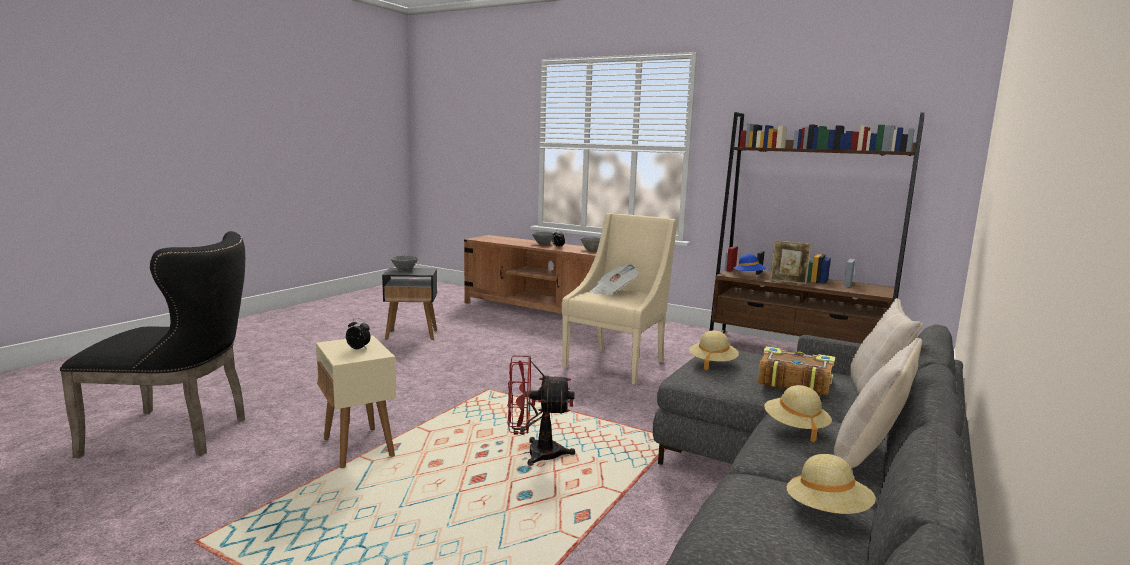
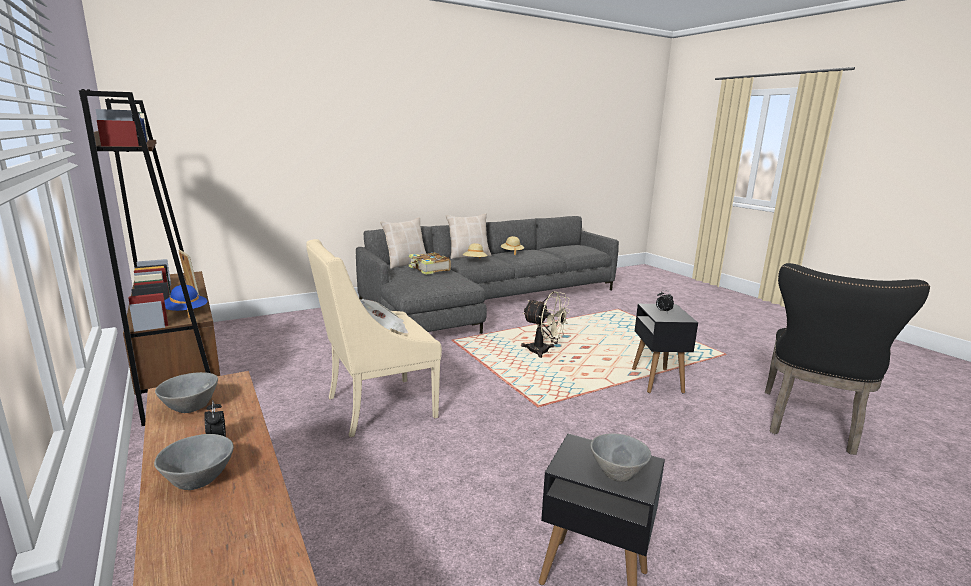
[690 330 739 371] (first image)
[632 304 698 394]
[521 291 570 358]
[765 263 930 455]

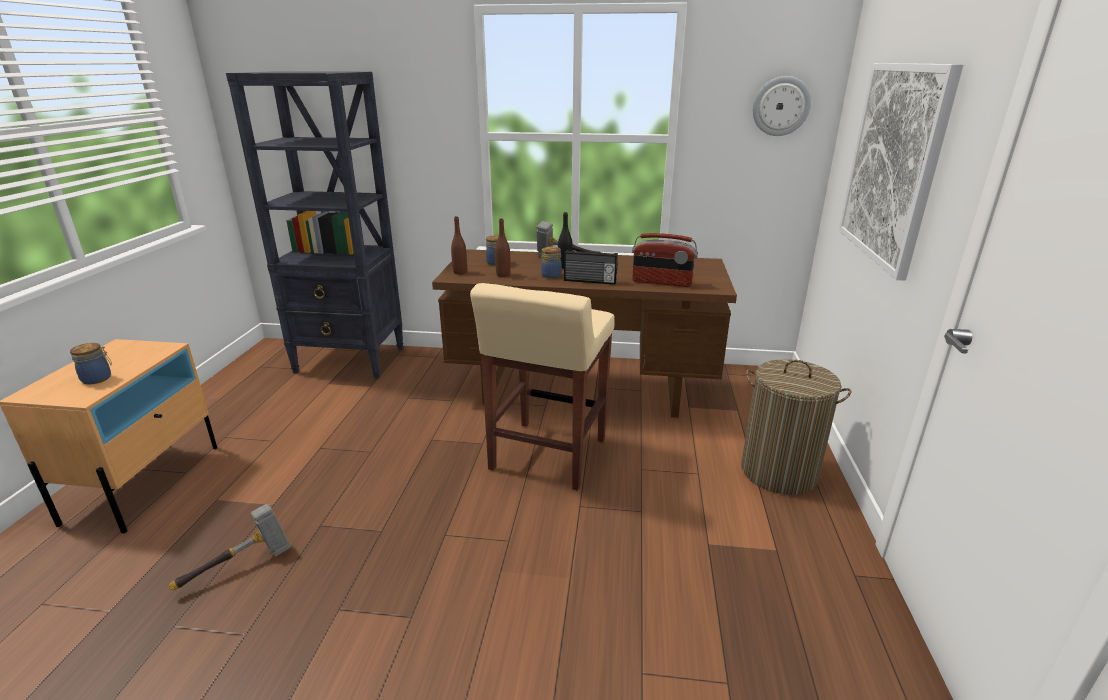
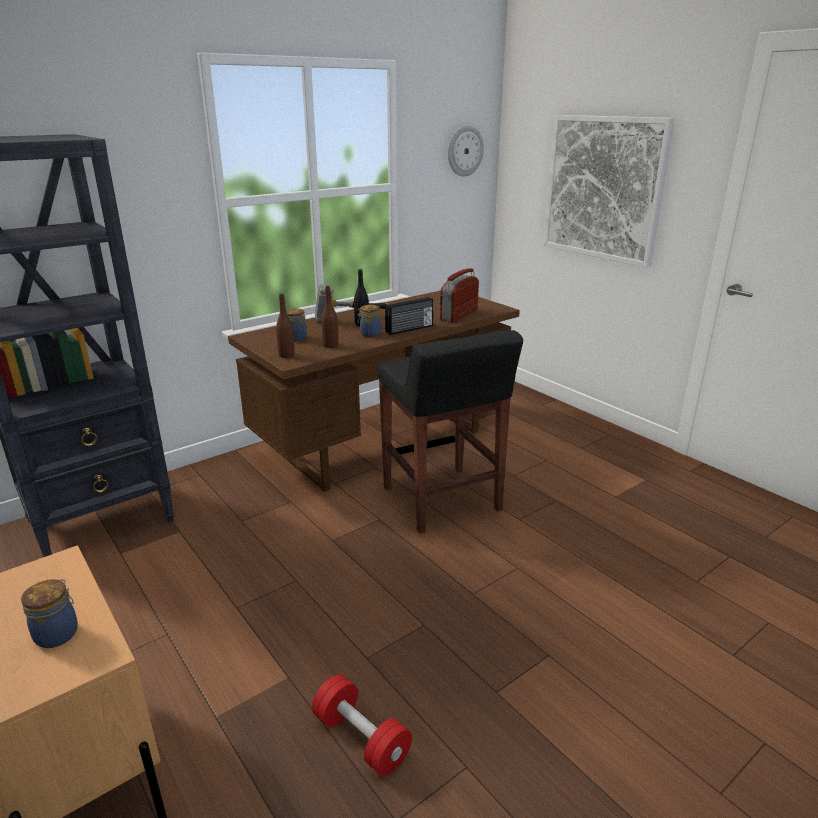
[741 359 851 495] (first image)
[312 674 412 776]
[378 330 523 534]
[440 268 479 323]

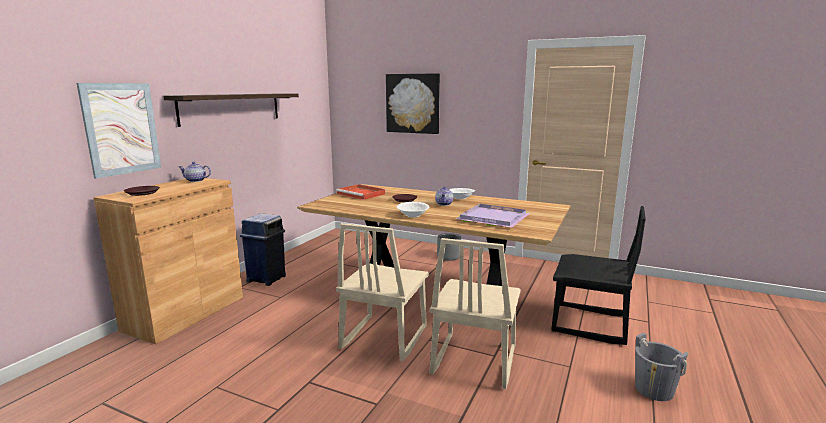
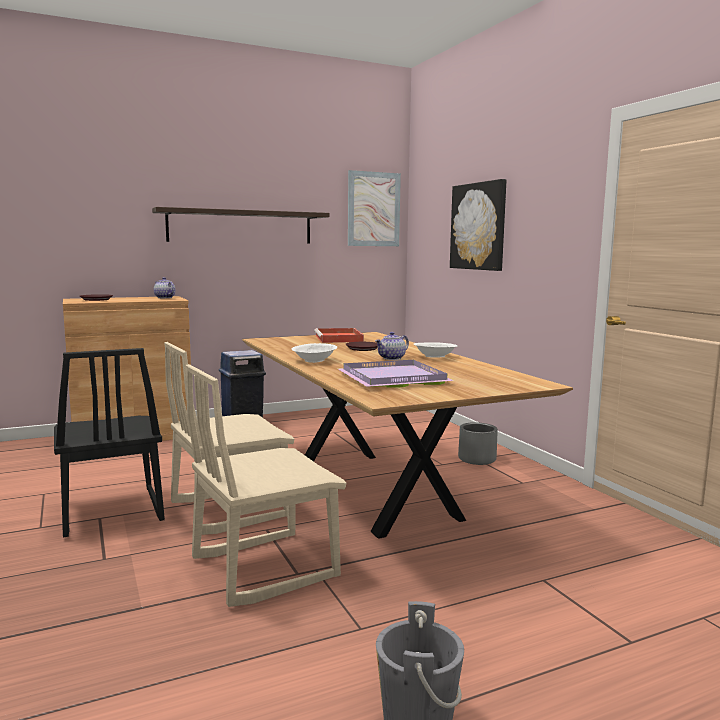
[348 170 401 246]
[54 348 165 538]

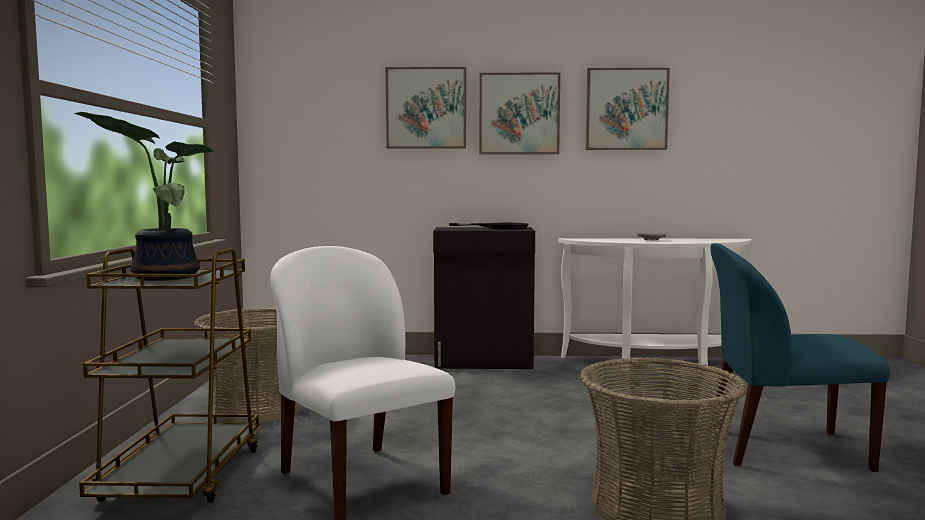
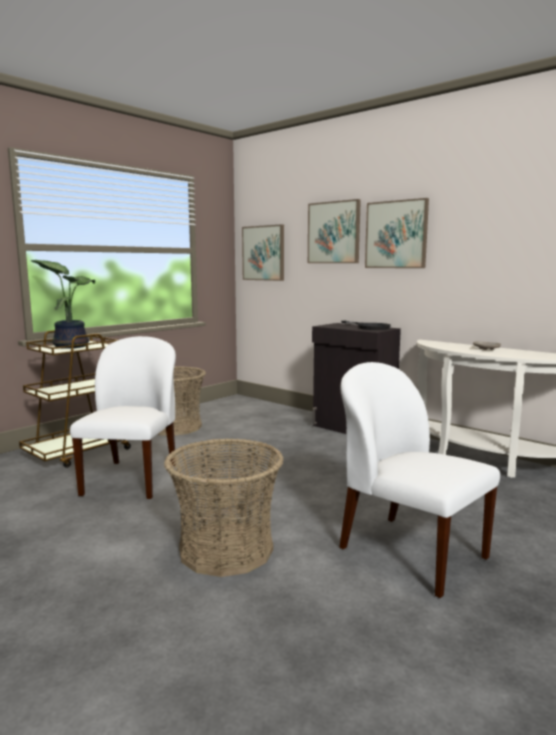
[242 224 284 281]
[339 362 500 598]

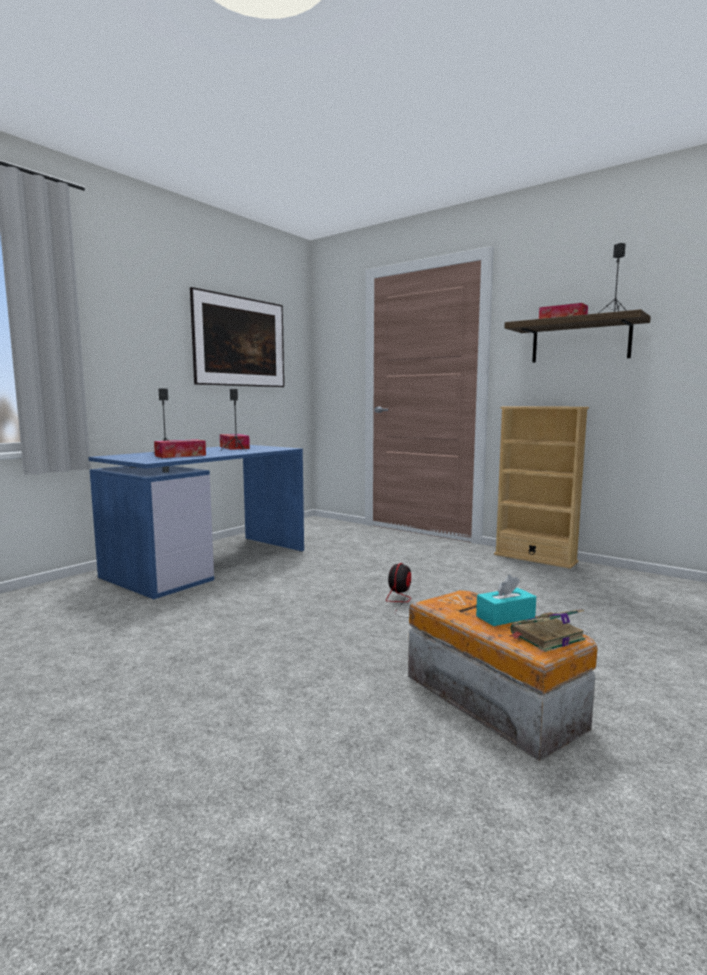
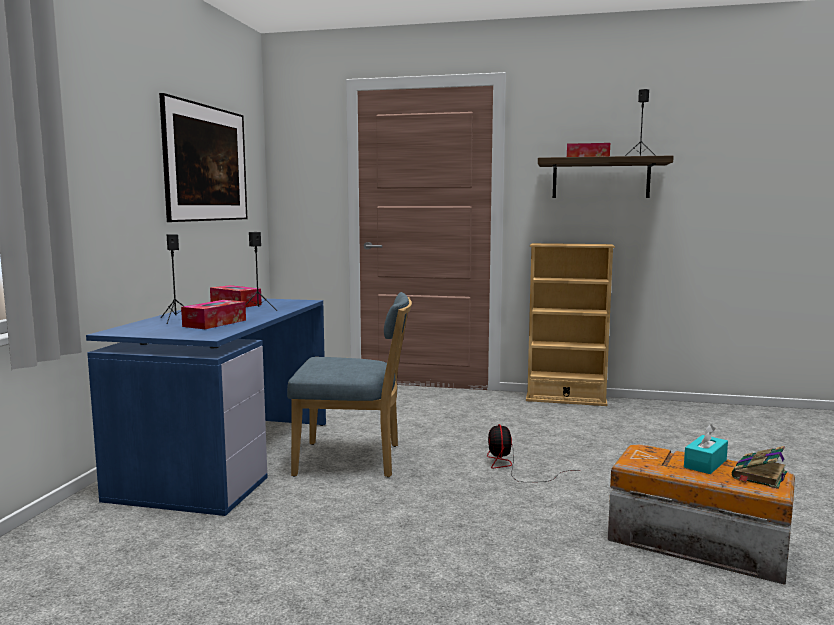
[287 292 412 477]

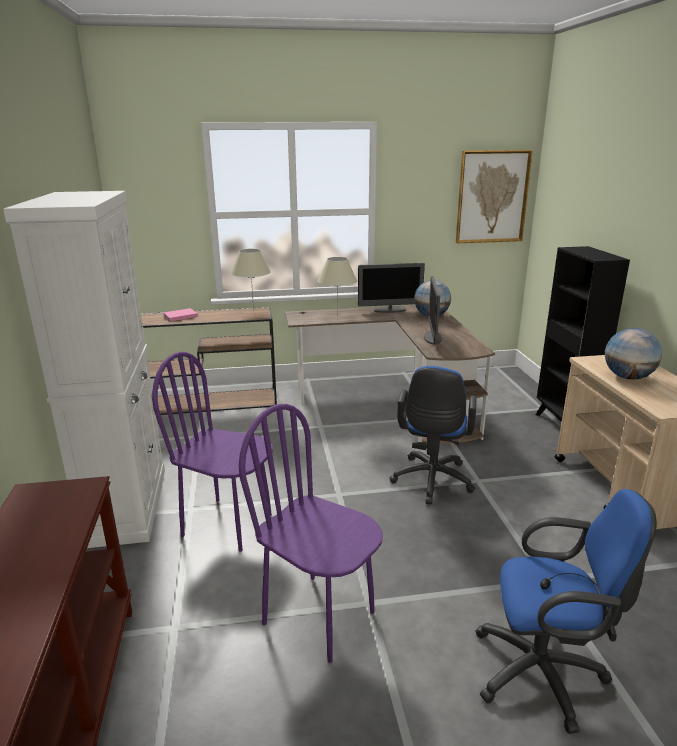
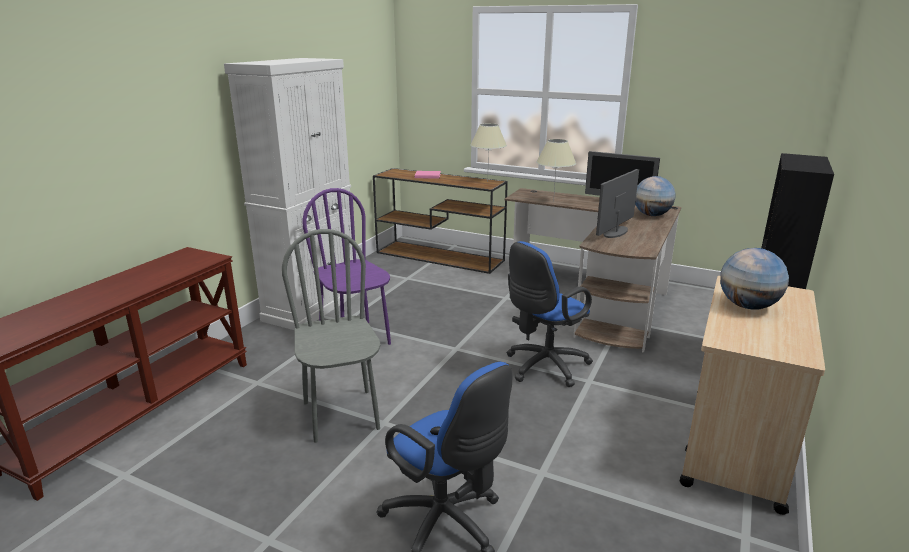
[456 150 533 243] (first image)
[282 229 380 443]

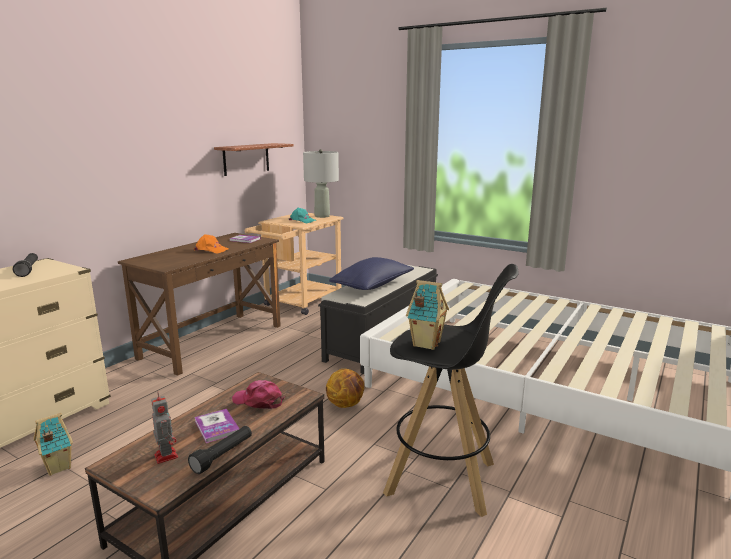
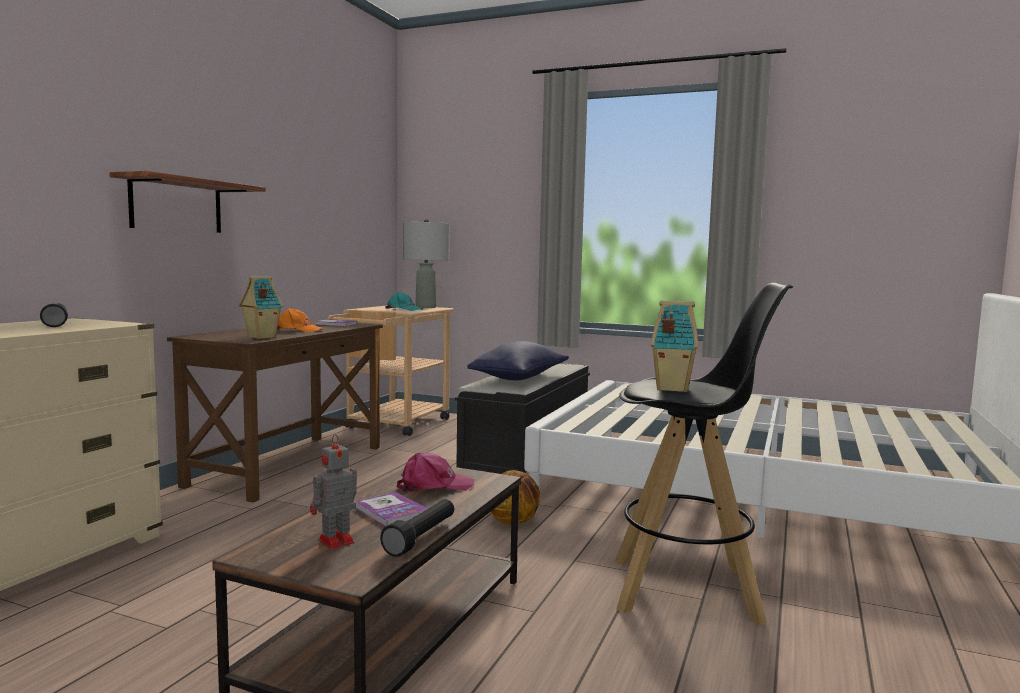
[238 276 284 339]
[109 171 266 233]
[310 435 357 549]
[397 453 474 493]

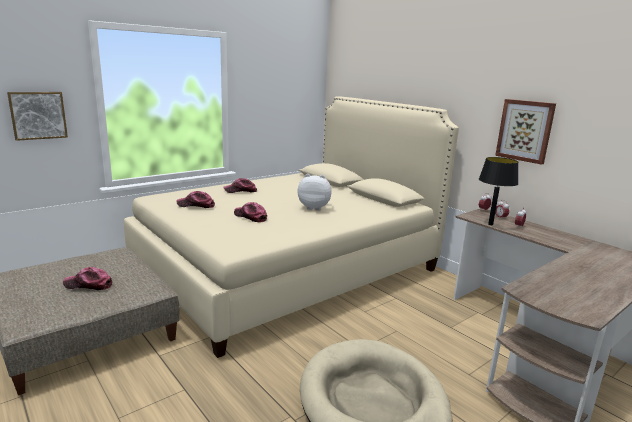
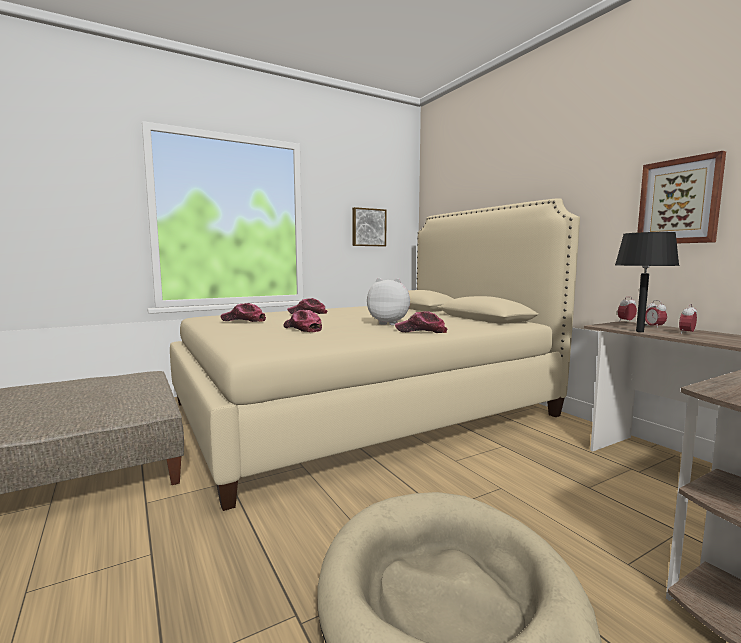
[352 207 386 246]
[395 311 447 333]

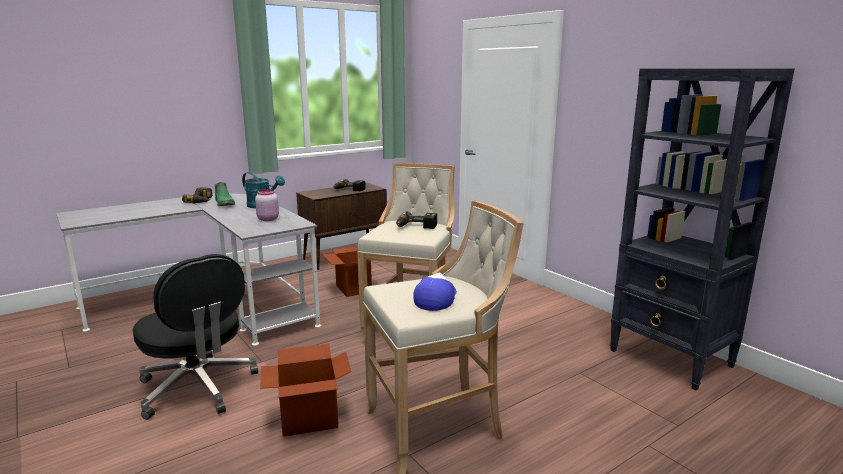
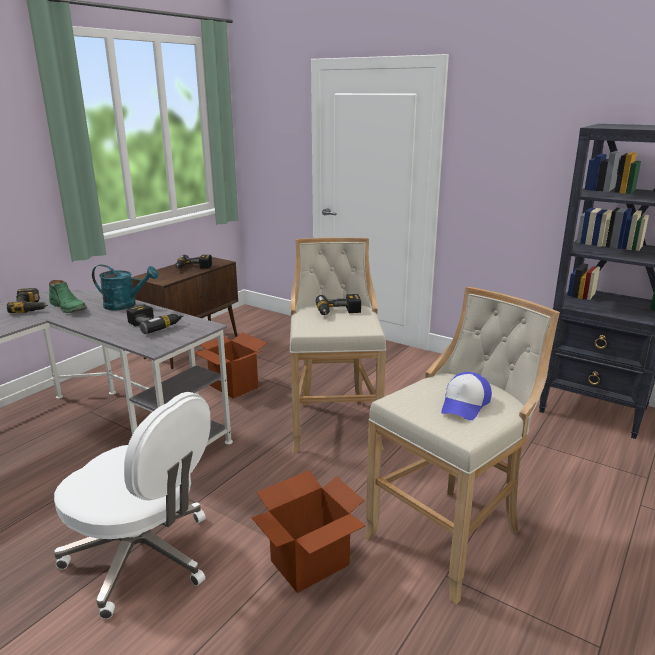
[126 305 183 334]
[54 392 210 619]
[441 372 492 420]

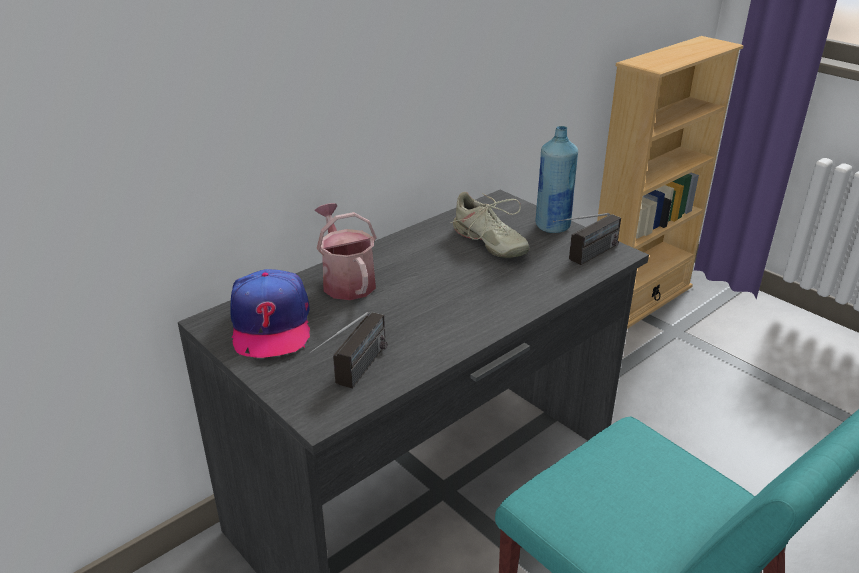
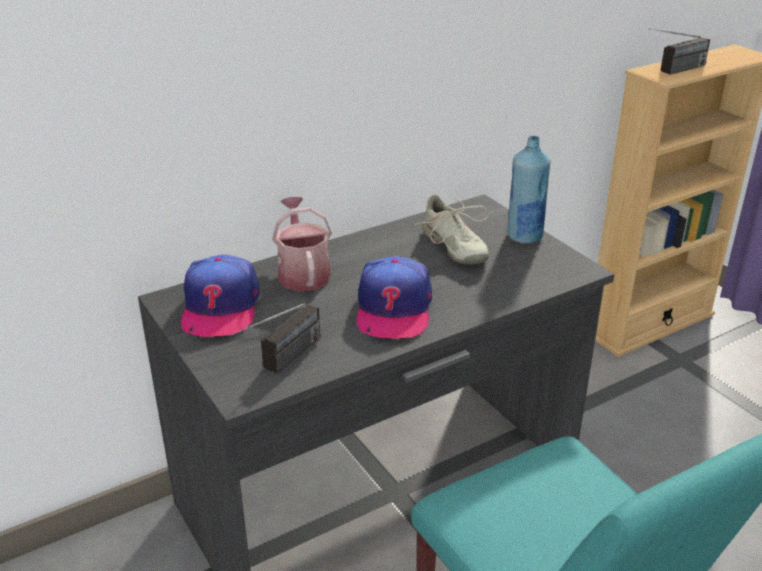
[356 256 432 339]
[649 28 710 75]

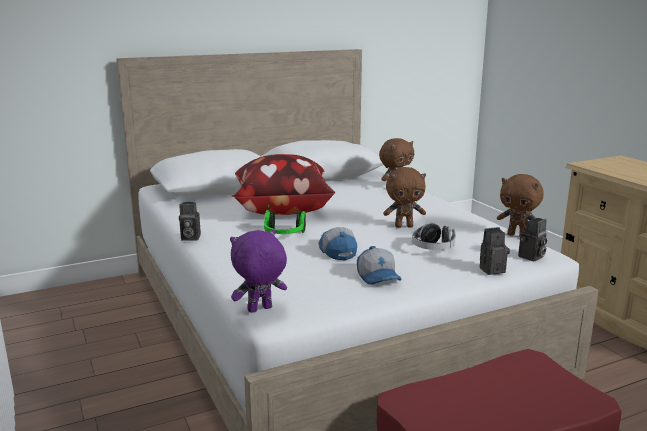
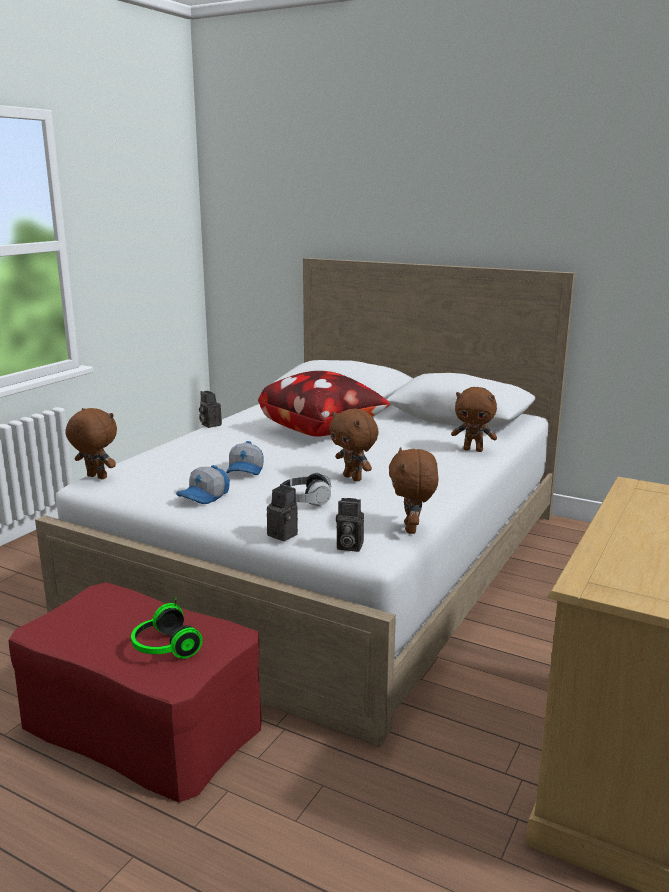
[131 597 203 659]
[65 408 117 479]
[226 441 264 475]

